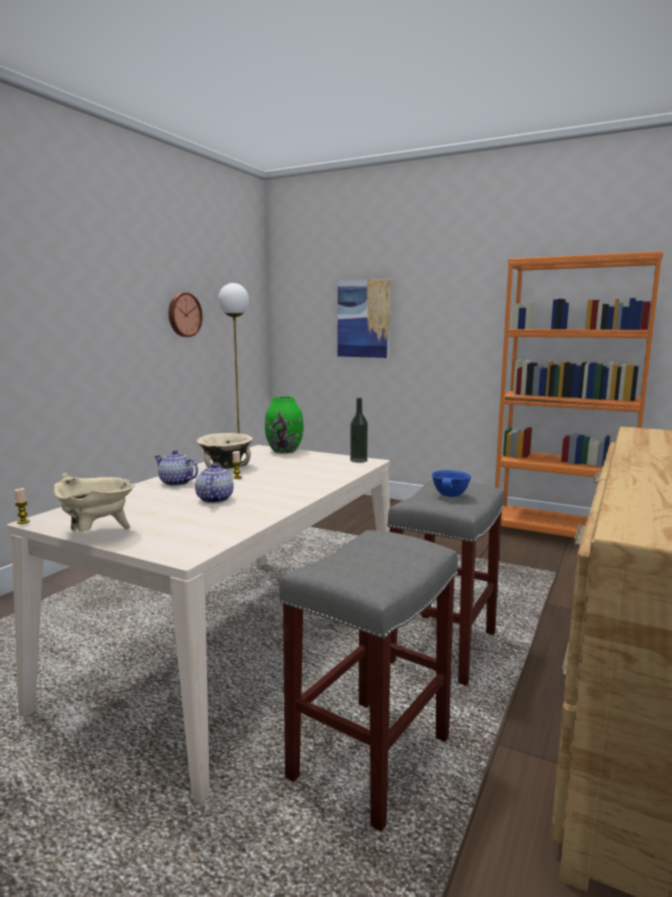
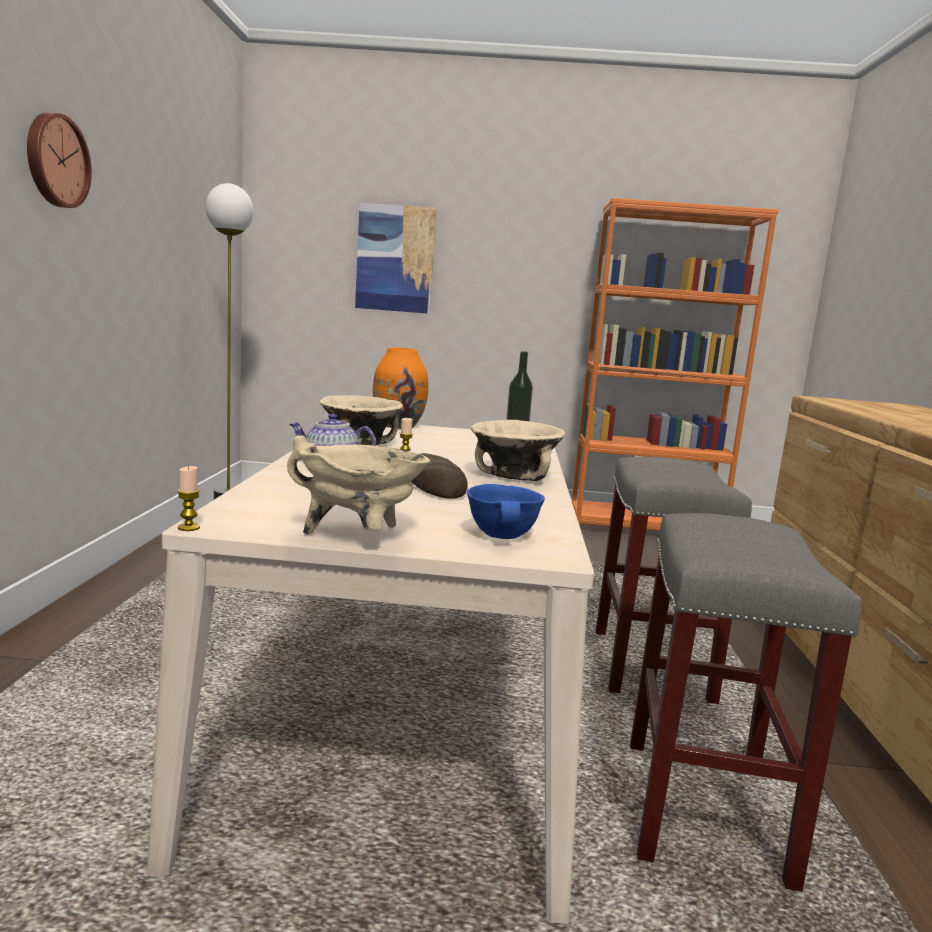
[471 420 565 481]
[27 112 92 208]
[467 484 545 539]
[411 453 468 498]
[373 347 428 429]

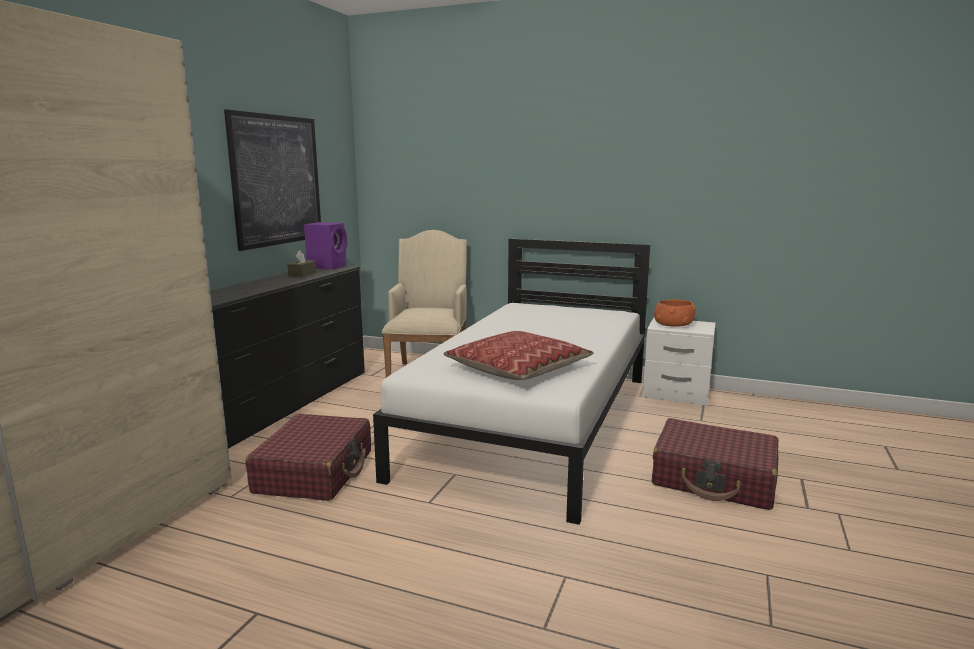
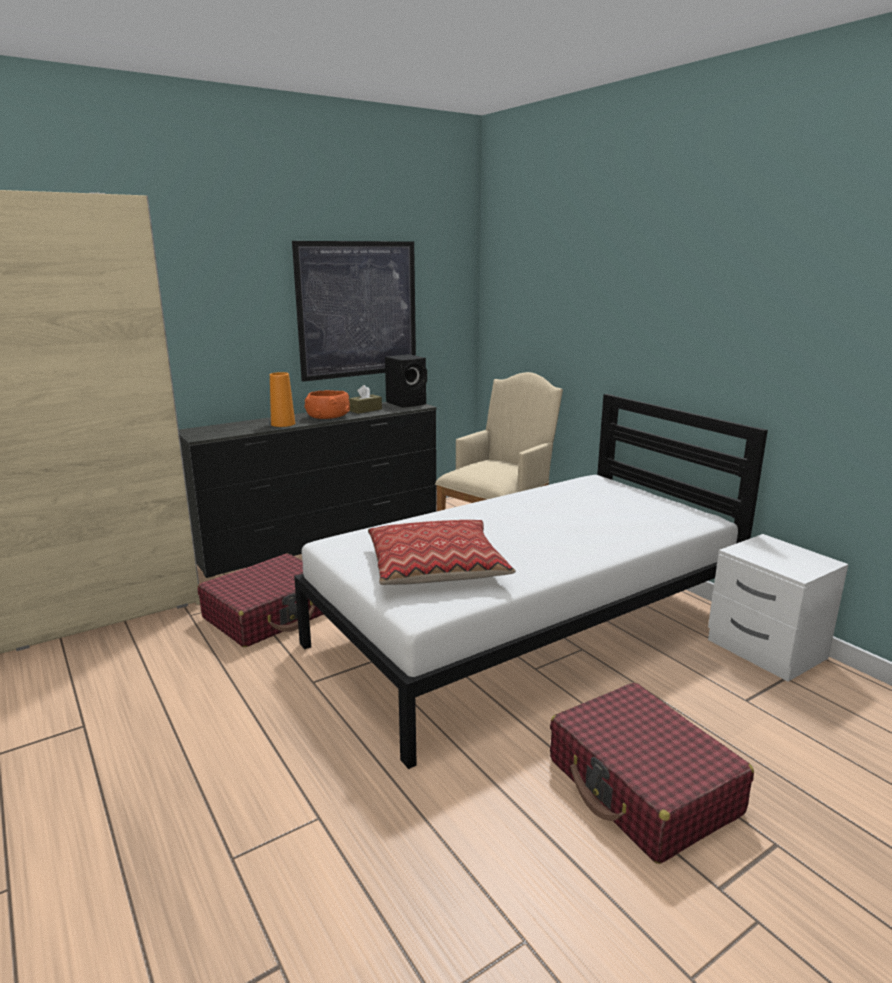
[270 372 295 427]
[305 390 350 419]
[385 354 427 408]

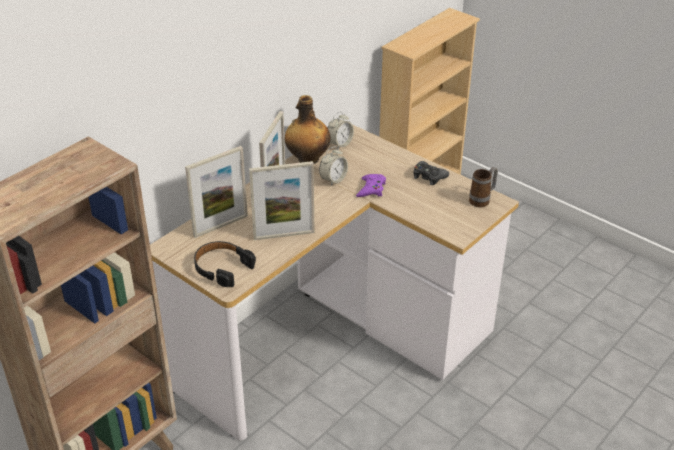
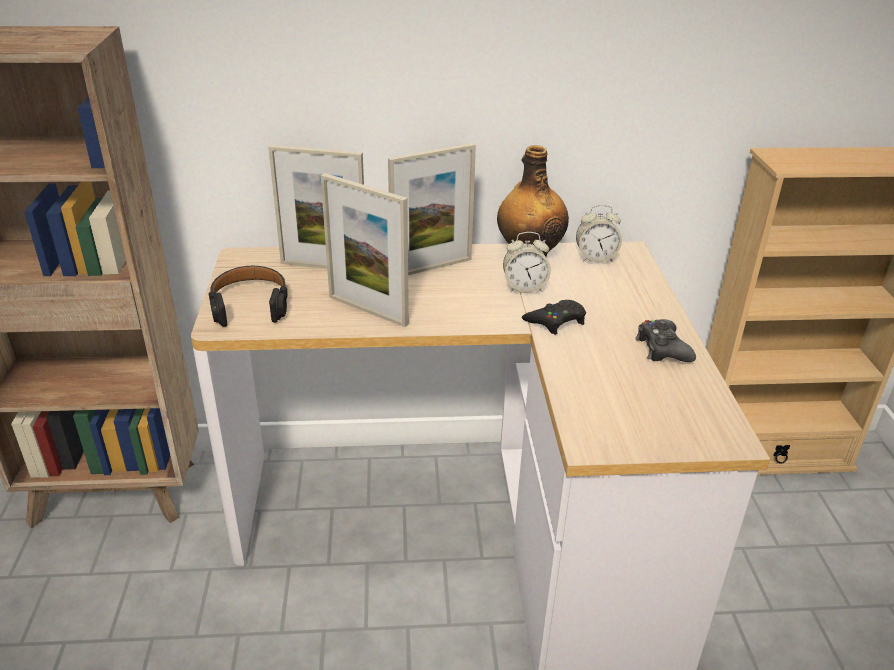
[469 167 498 207] (first image)
[522 300 586 335]

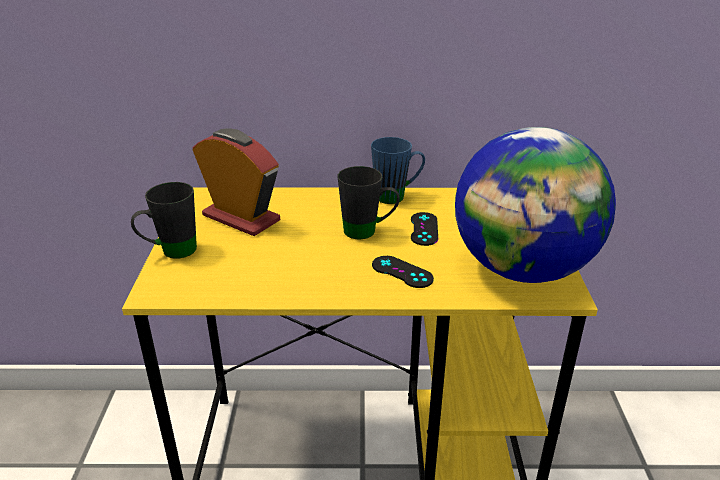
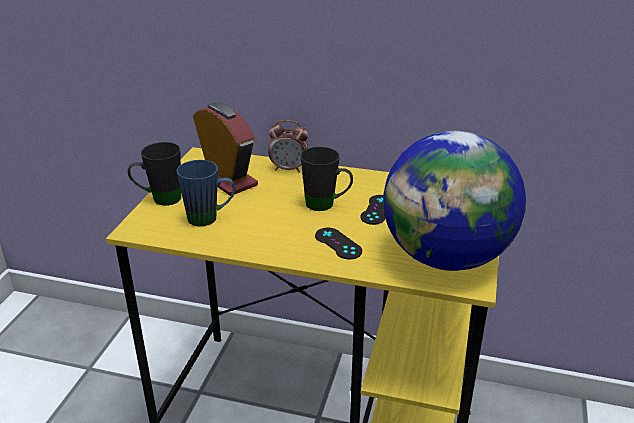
[268 120 308 172]
[177 160 236 227]

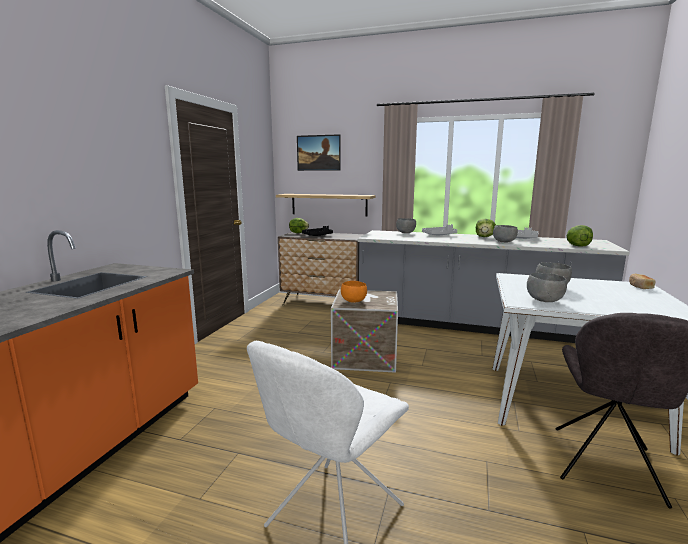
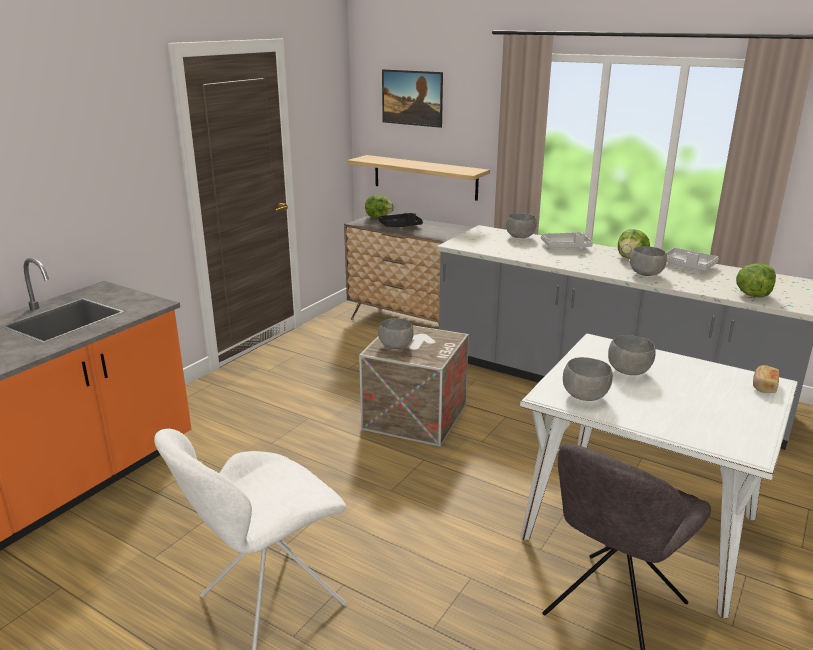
[378 318 414 349]

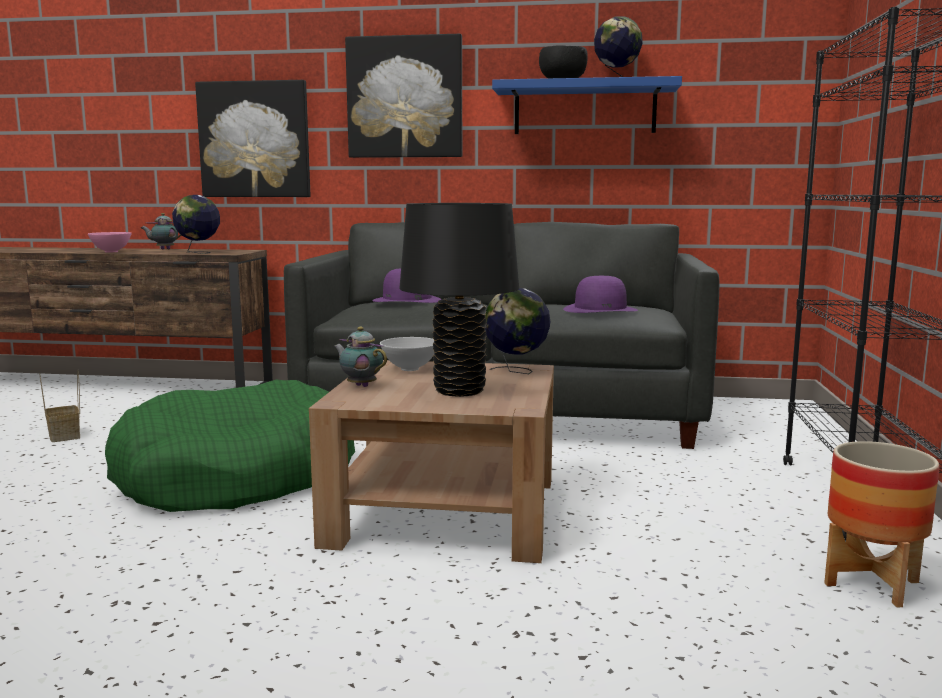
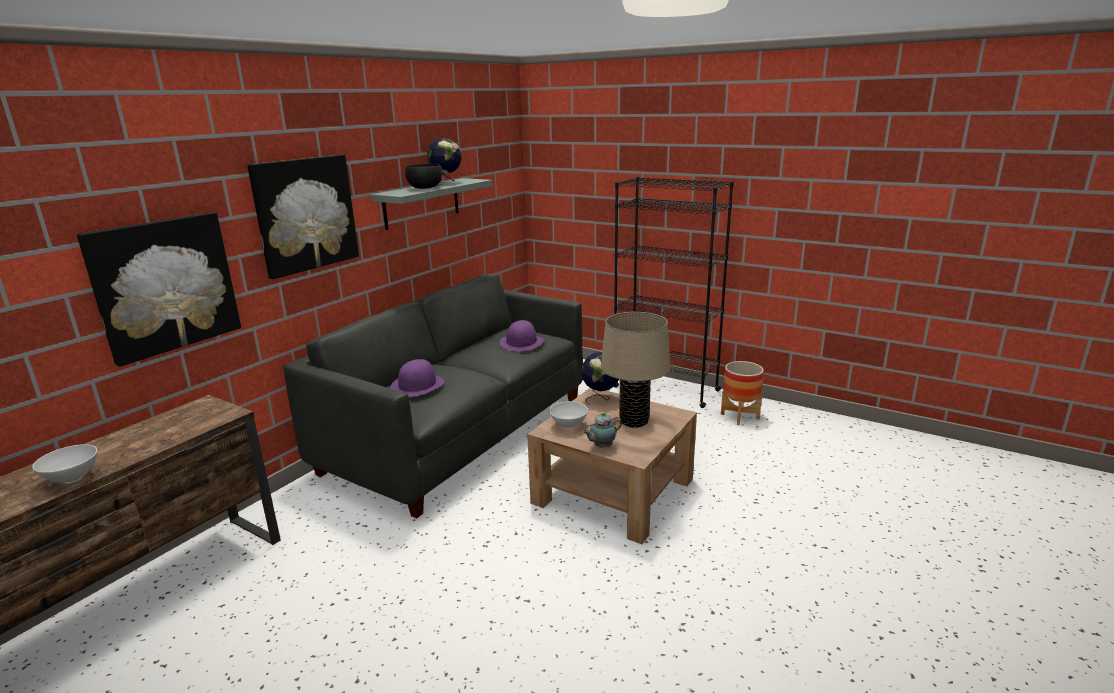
[39 370 80 442] (first image)
[105 380 355 512] (first image)
[141 213 182 250] (first image)
[172 195 220 254] (first image)
[32 444 98 483]
[601 312 671 428]
[370 178 492 230]

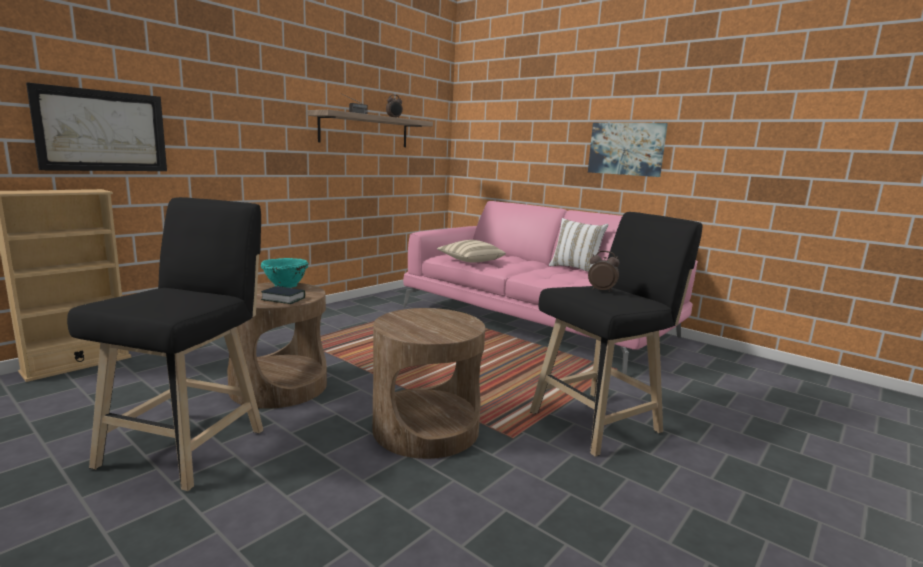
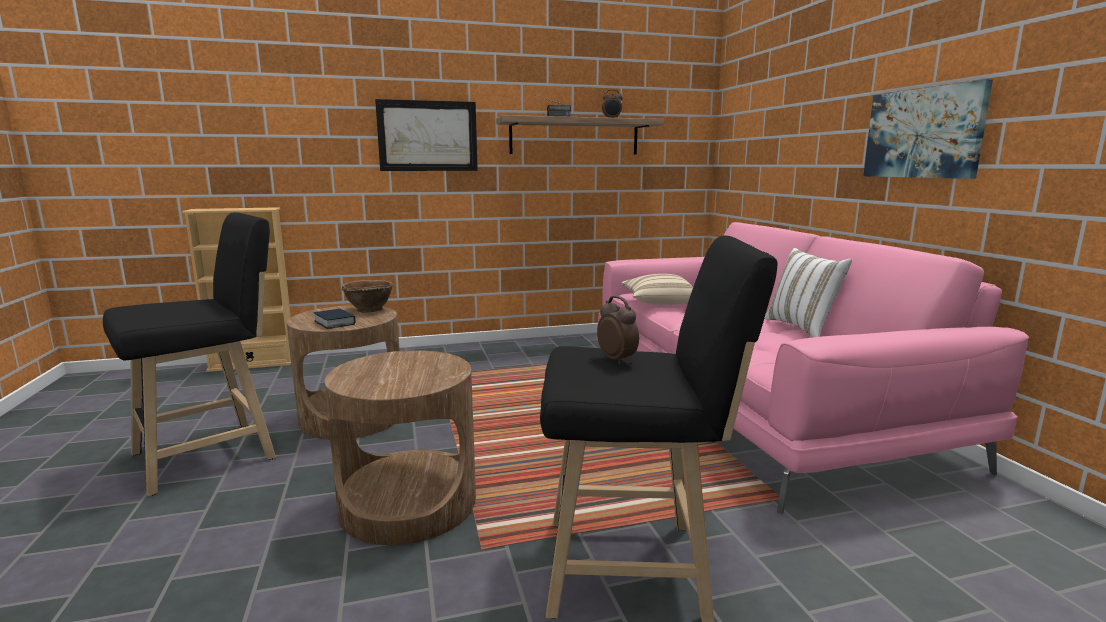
[375 99 478 171]
[342 280 393 313]

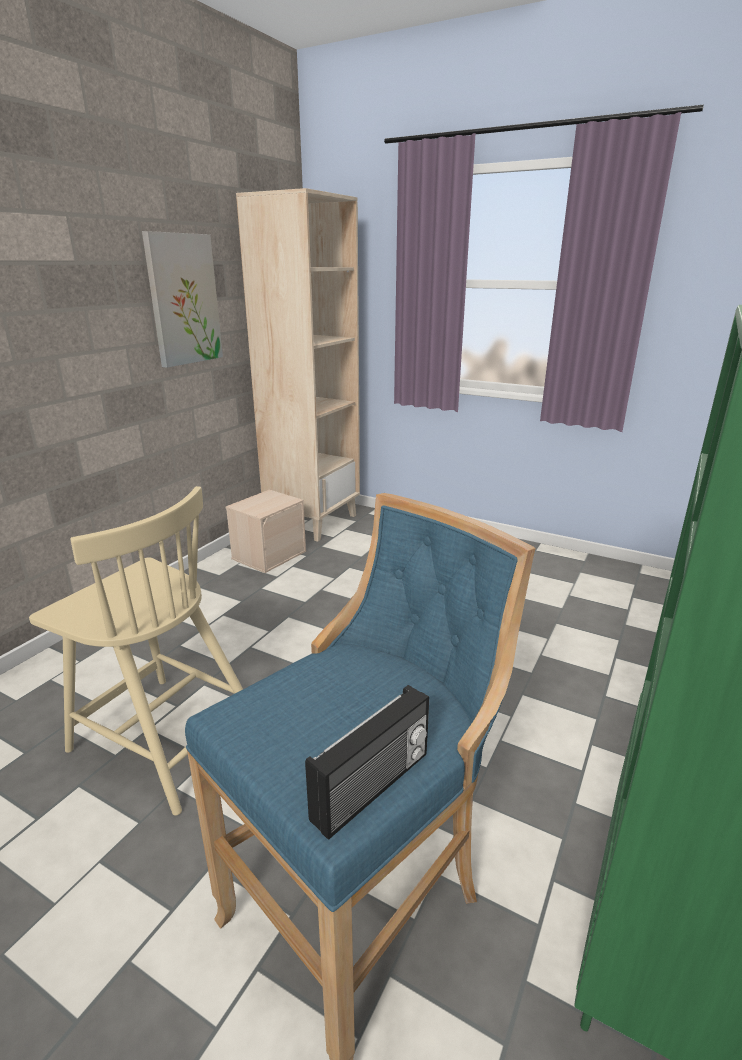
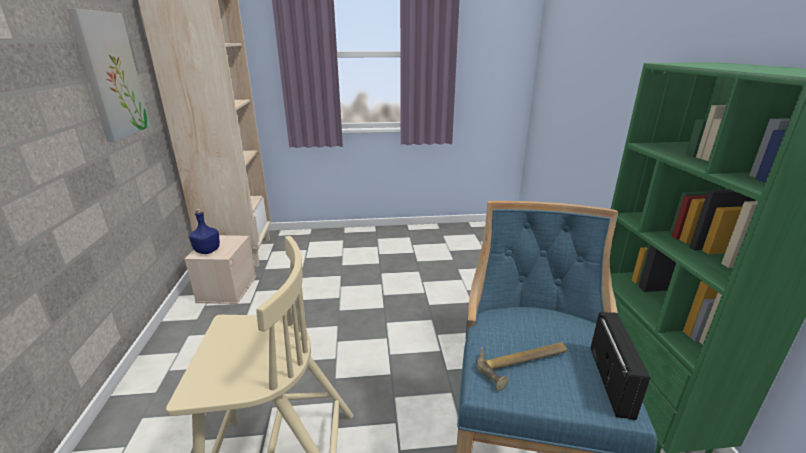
[189 209 220 254]
[477 342 567 391]

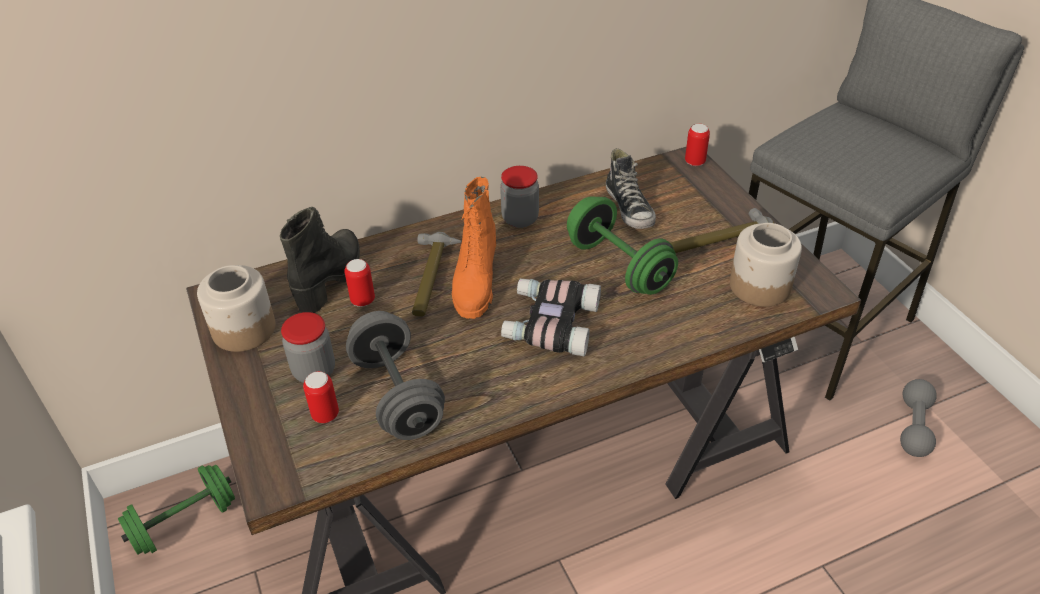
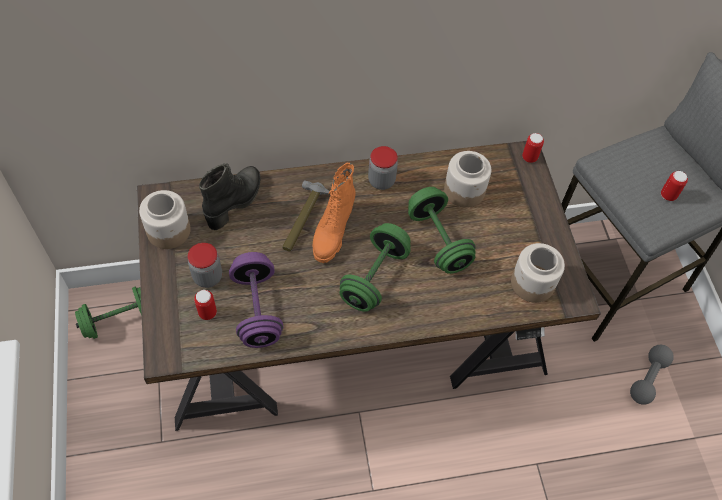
[671 208 774 253] (first image)
[661 171 688 201]
[339 223 411 312]
[444 151 491 208]
[229 252 283 348]

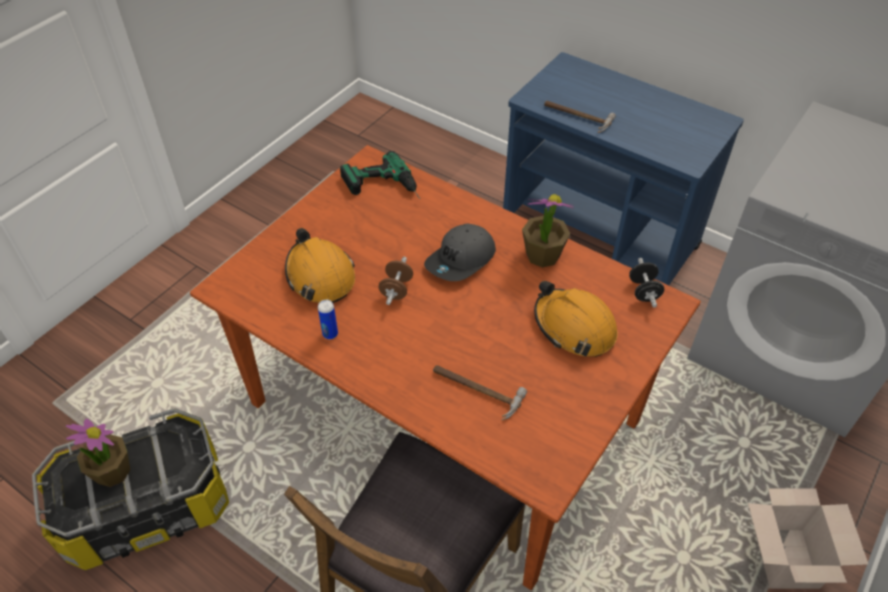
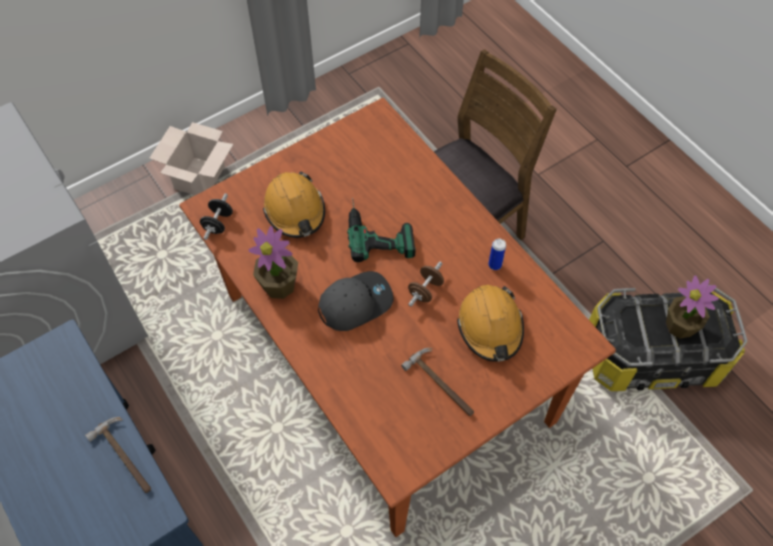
[347 198 416 262]
[401 348 474 416]

